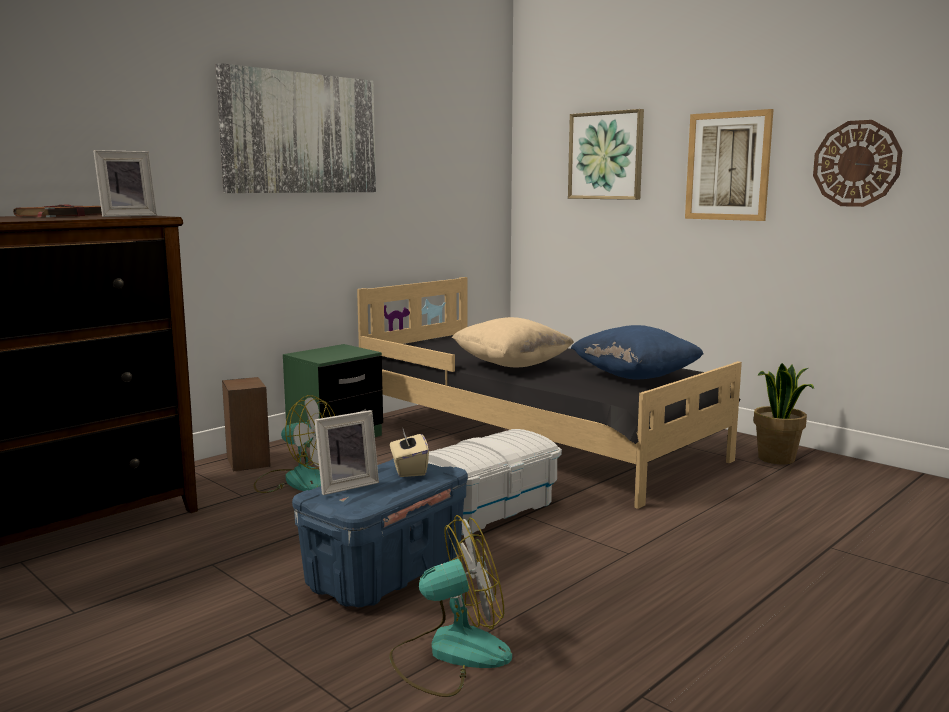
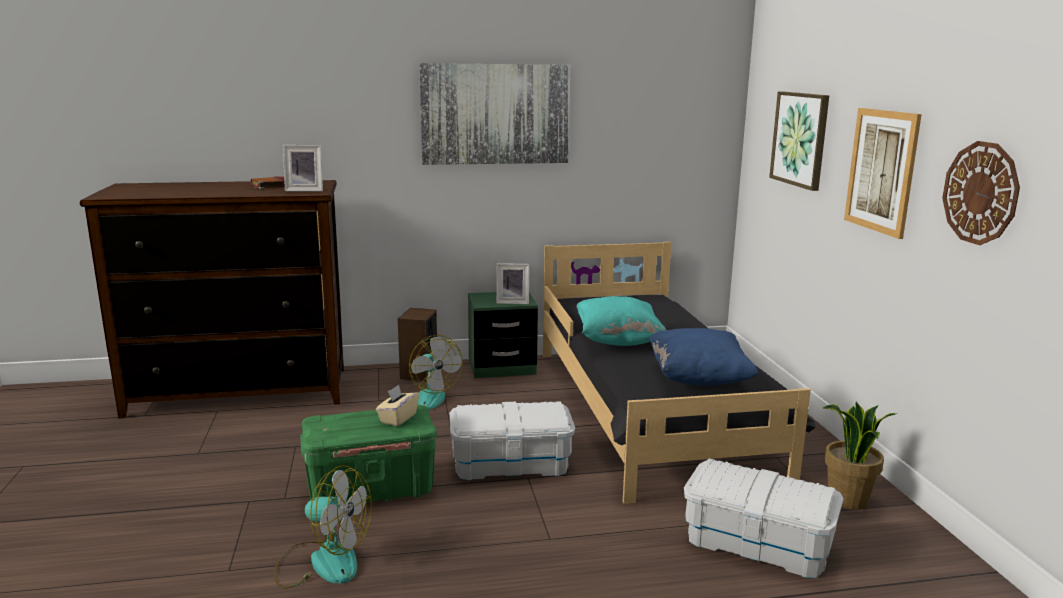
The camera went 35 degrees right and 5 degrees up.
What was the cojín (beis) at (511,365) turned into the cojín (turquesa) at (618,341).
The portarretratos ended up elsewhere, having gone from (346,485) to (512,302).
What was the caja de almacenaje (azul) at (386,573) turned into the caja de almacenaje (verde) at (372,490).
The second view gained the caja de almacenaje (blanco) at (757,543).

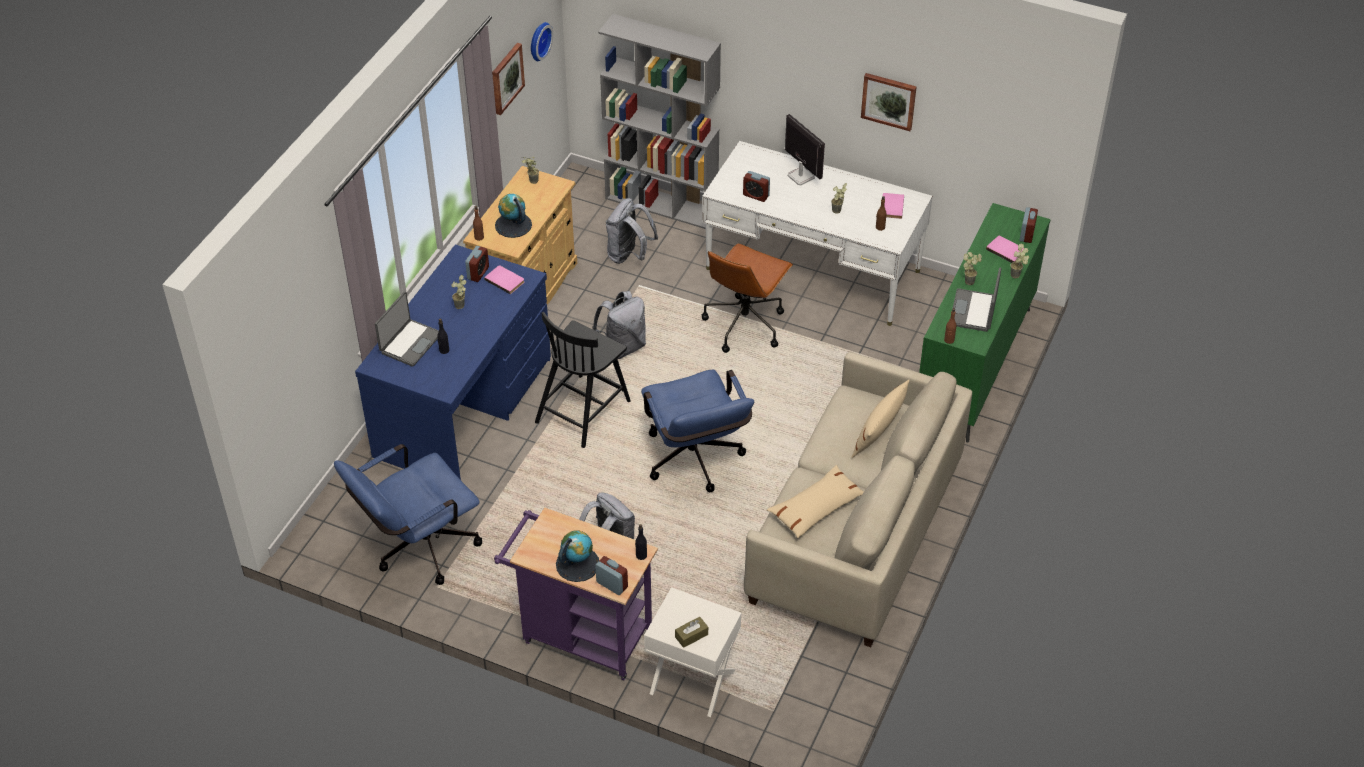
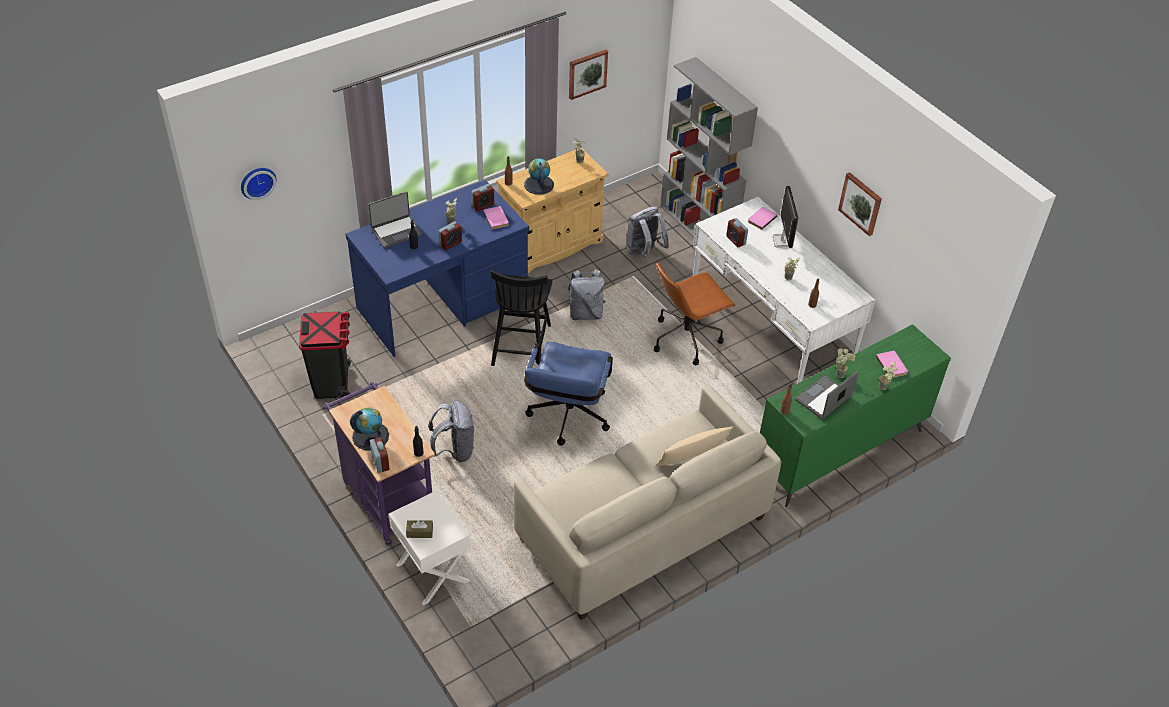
The camera went 30 degrees right and 0 degrees up.
The reloj de pared ended up elsewhere, having gone from (538,40) to (257,181).
The libro (rosa) ended up elsewhere, having gone from (891,207) to (761,218).
The despertador ended up elsewhere, having gone from (1027,234) to (450,244).
The silla (negro) at (583,410) ended up facing another way, 60 degrees counterclockwise from before.
Where the silla de oficina (azul) stood at (418,549), the papelera (negro) came to stand at (332,383).
The second view lost the cojín (beis) at (816,508).

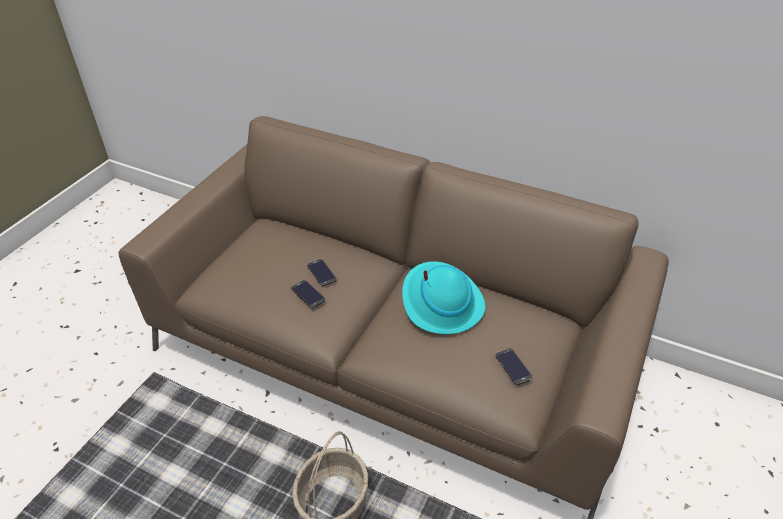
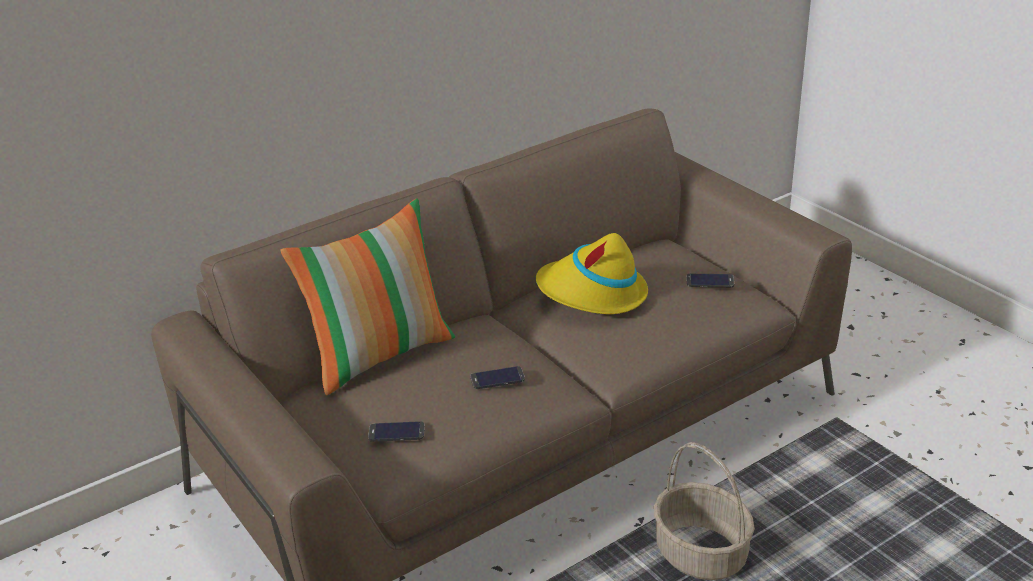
The camera went 60 degrees left and 10 degrees down.
The móvil ended up elsewhere, having gone from (321,272) to (396,432).
What was the sombrero (turquesa) at (440,303) turned into the sombrero (amarillo) at (592,293).
The second view gained the cojín at (380,354).

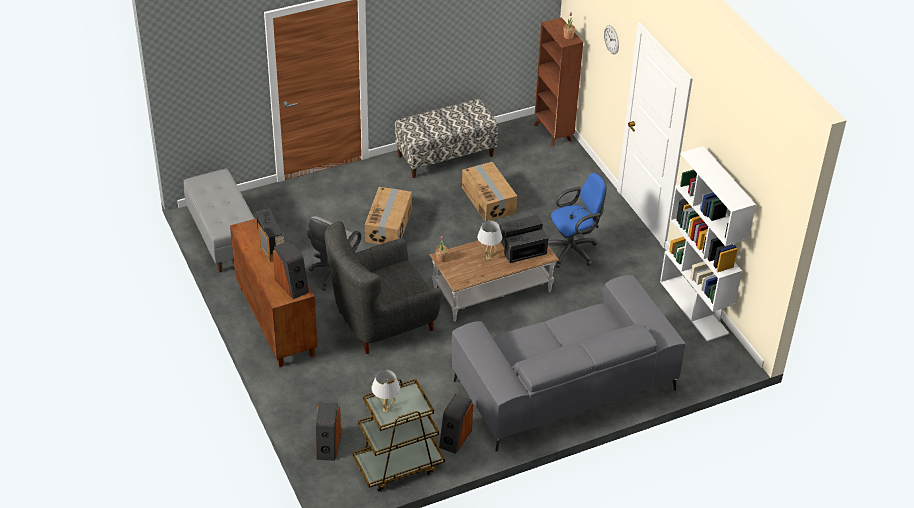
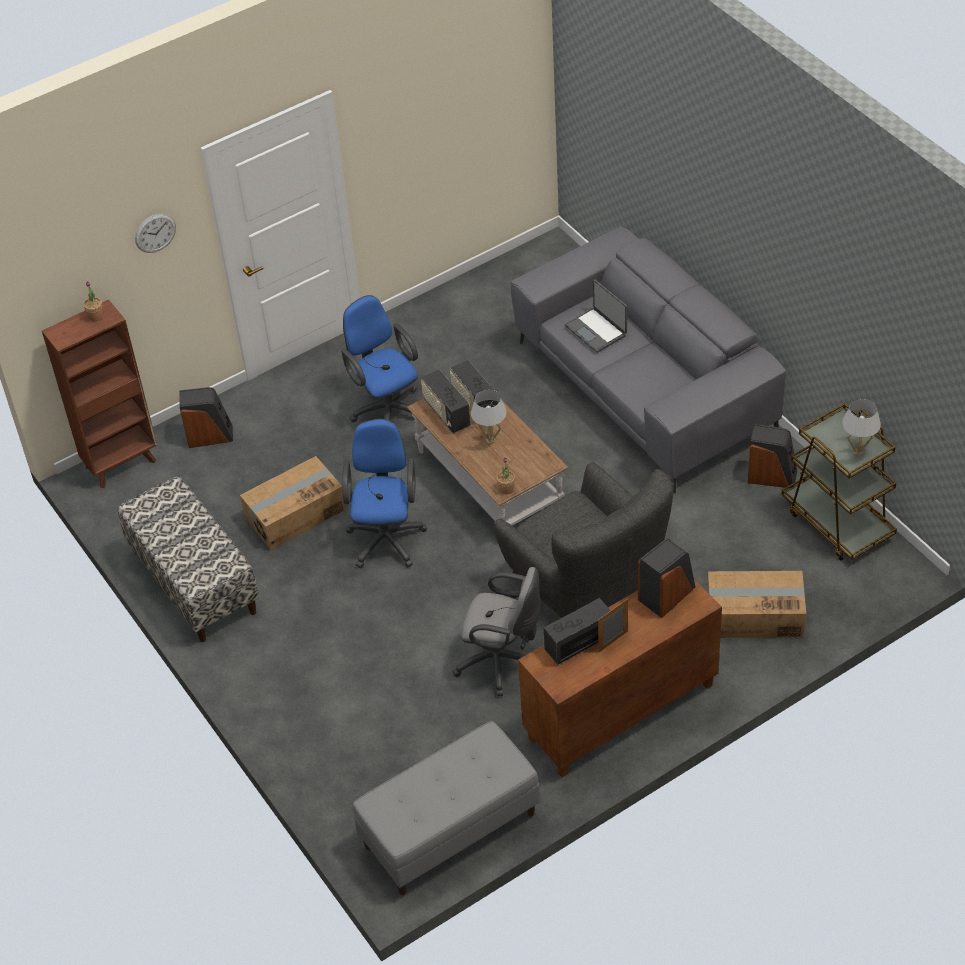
The camera went 95 degrees left and 5 degrees up.
The second view lost the estantería (blanco) at (694,307).
The caja de cartón ended up elsewhere, having gone from (389,225) to (754,615).
The altavoz ended up elsewhere, having gone from (328,446) to (210,435).
The second view gained the portátil at (597,330).
The second view gained the silla de oficina (azul) at (386,536).

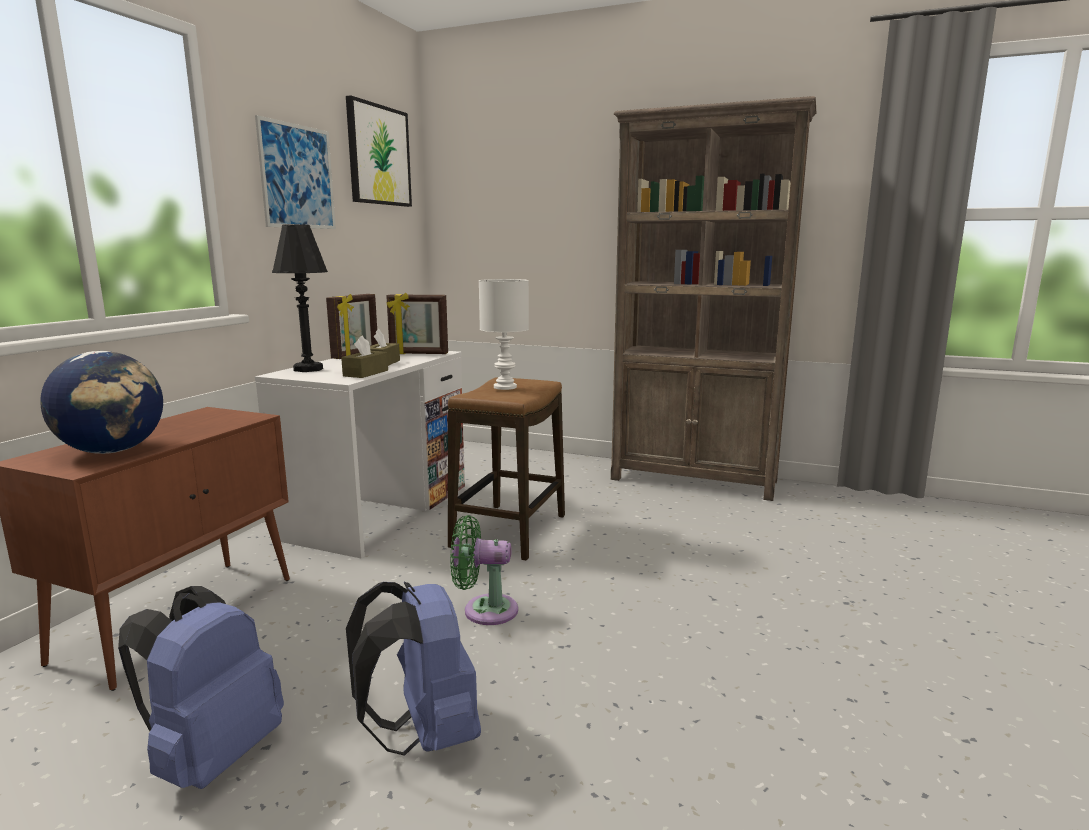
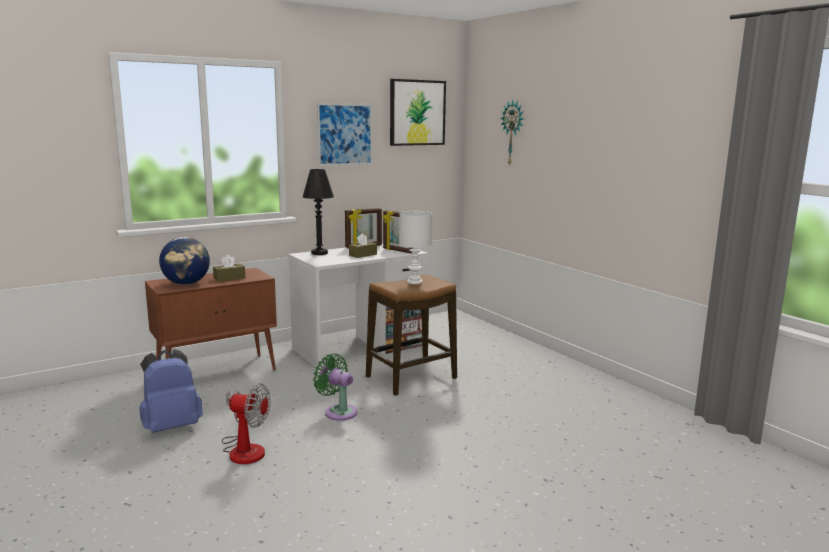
The camera went 35 degrees right and 0 degrees up.
The second view lost the estantería (marrón) at (695,480).
The caja de pañuelos (marrón) ended up elsewhere, having gone from (366,373) to (229,278).
Where the mochila (azul) stood at (423,734), the ventilador came to stand at (244,448).
The second view gained the reloj de pared at (513,133).

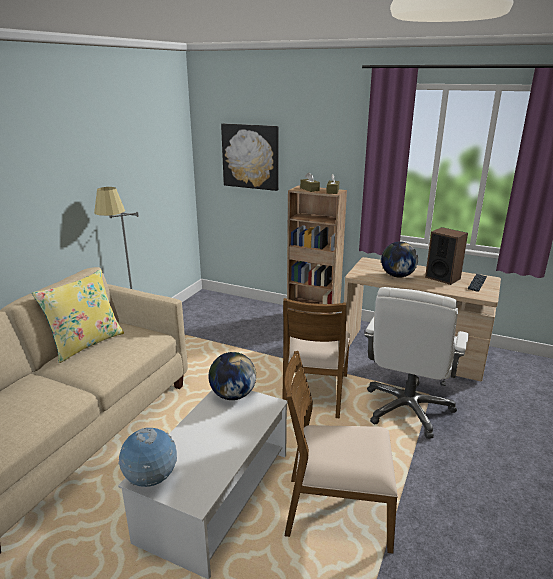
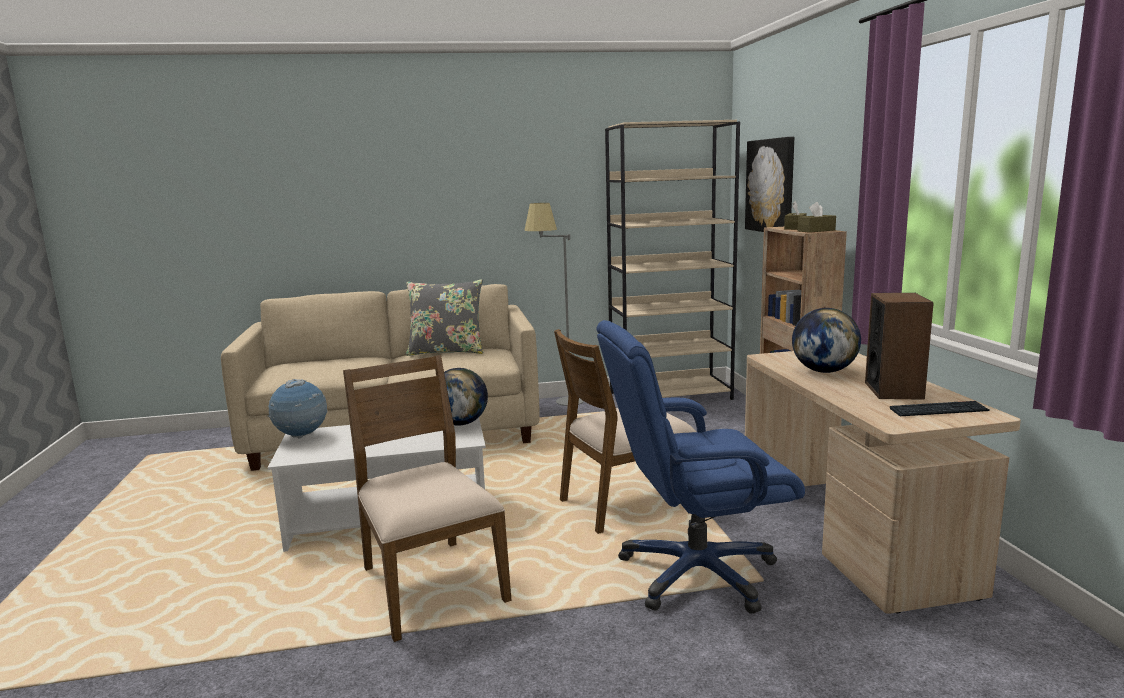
The camera went 55 degrees right and 10 degrees down.
What was the cojín (amarillo) at (86,343) turned into the cojín (gris) at (447,351).
What was the silla de oficina (blanco) at (407,409) turned into the silla de oficina (azul) at (695,573).
The second view gained the estantería (beis) at (671,396).

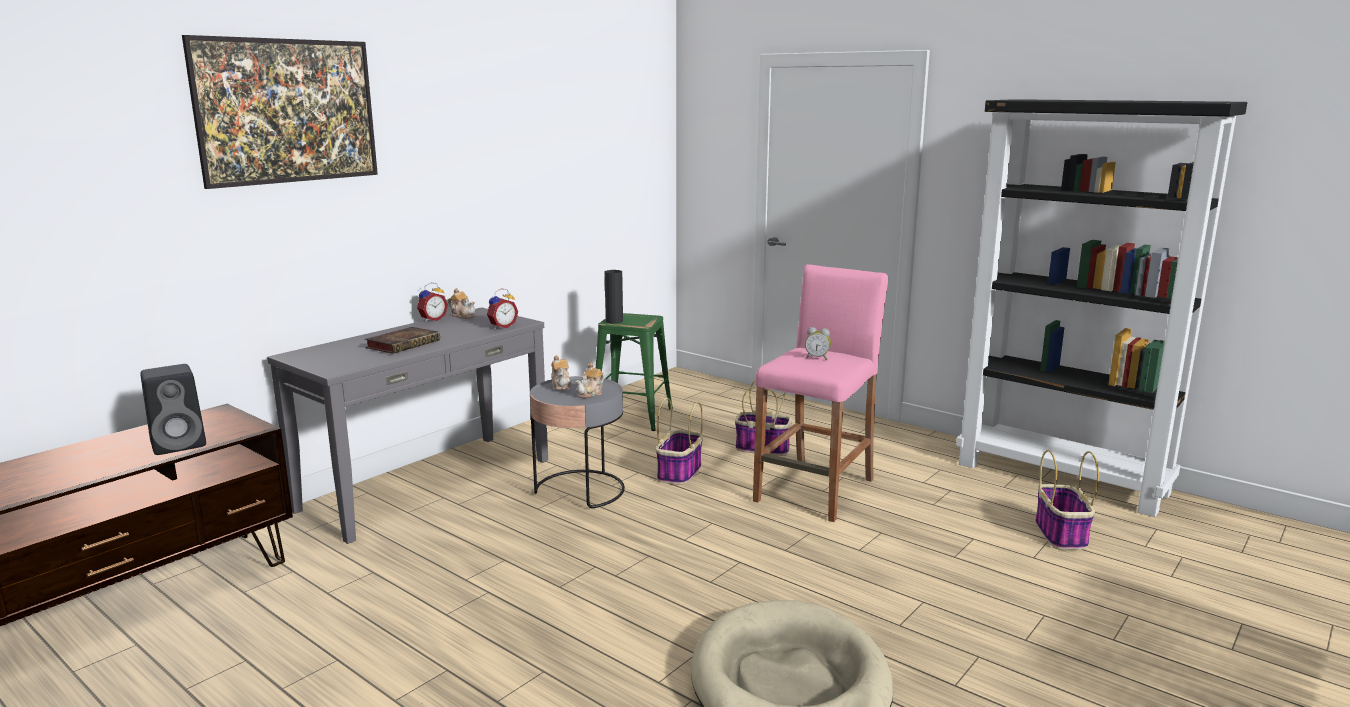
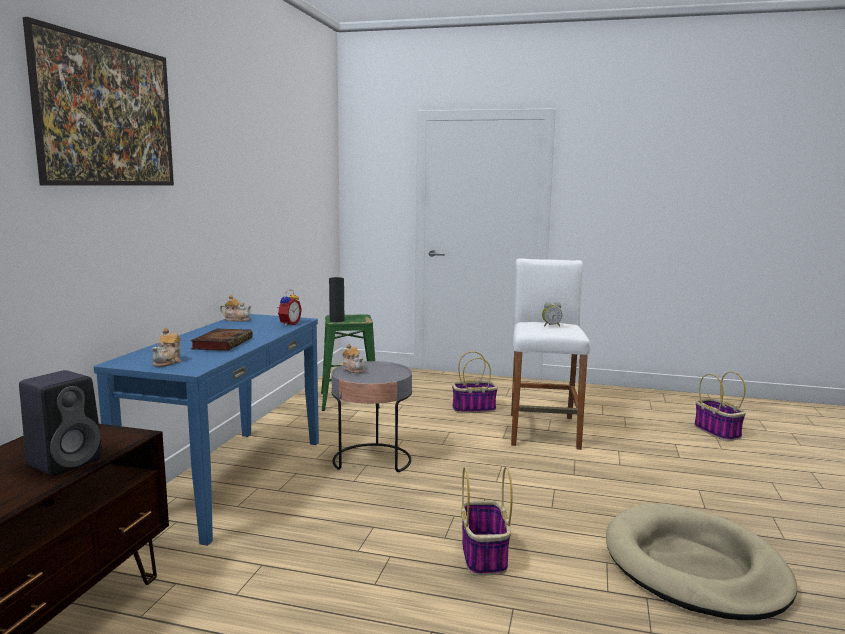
The camera went 25 degrees left and 5 degrees down.
The second view lost the estantería (negro) at (1063,478).
What was the taburete (rosa) at (815,490) turned into the taburete (blanco) at (543,431).
The second view lost the despertador at (432,319).
What was the mesa consola (gris) at (426,484) turned into the mesa consola (azul) at (229,479).
The tetera ended up elsewhere, having gone from (590,394) to (168,362).
The cesta ended up elsewhere, having gone from (679,473) to (484,556).

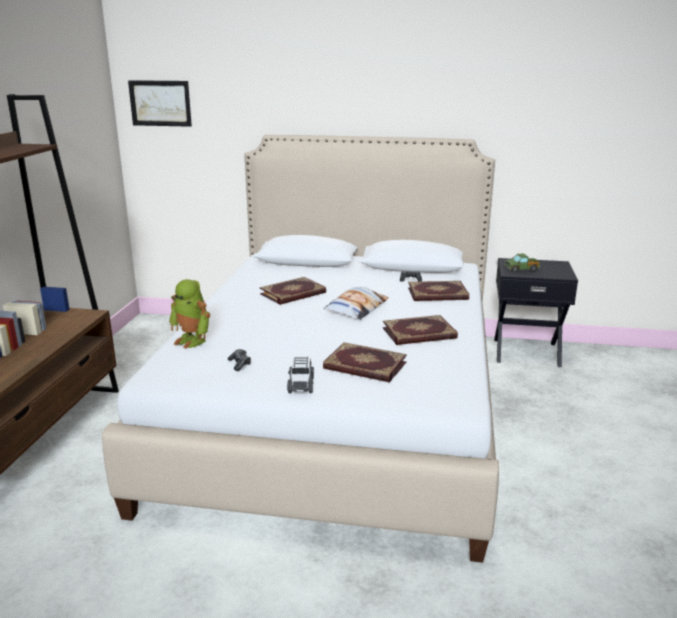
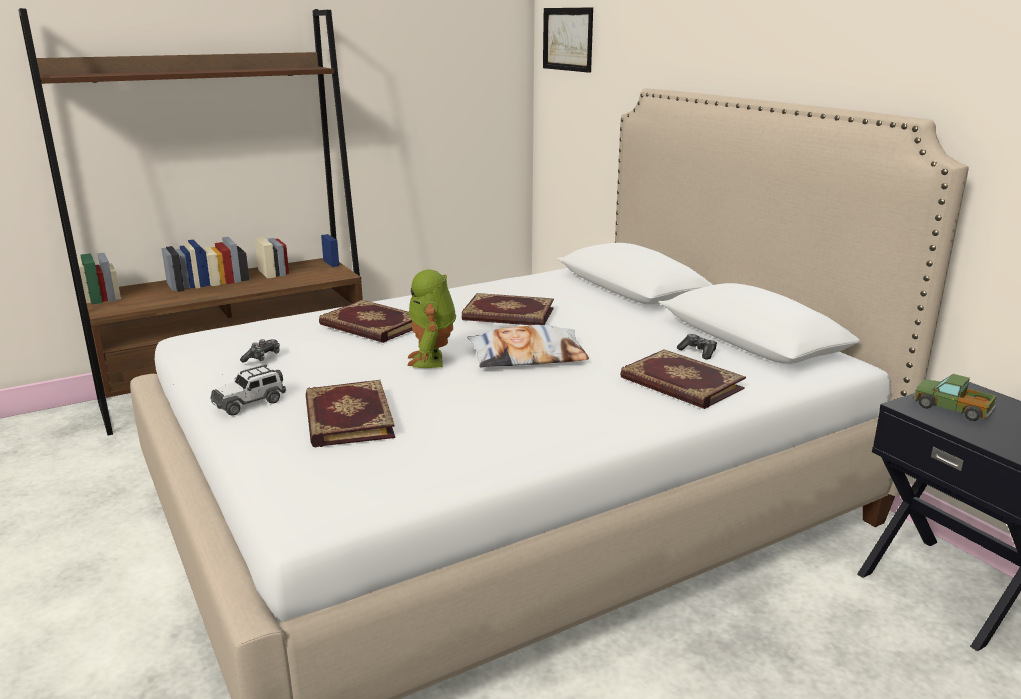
The camera went 50 degrees right and 0 degrees up.
The robot de juguete ended up elsewhere, having gone from (192,340) to (432,360).
The libro ended up elsewhere, having gone from (419,334) to (370,326).

